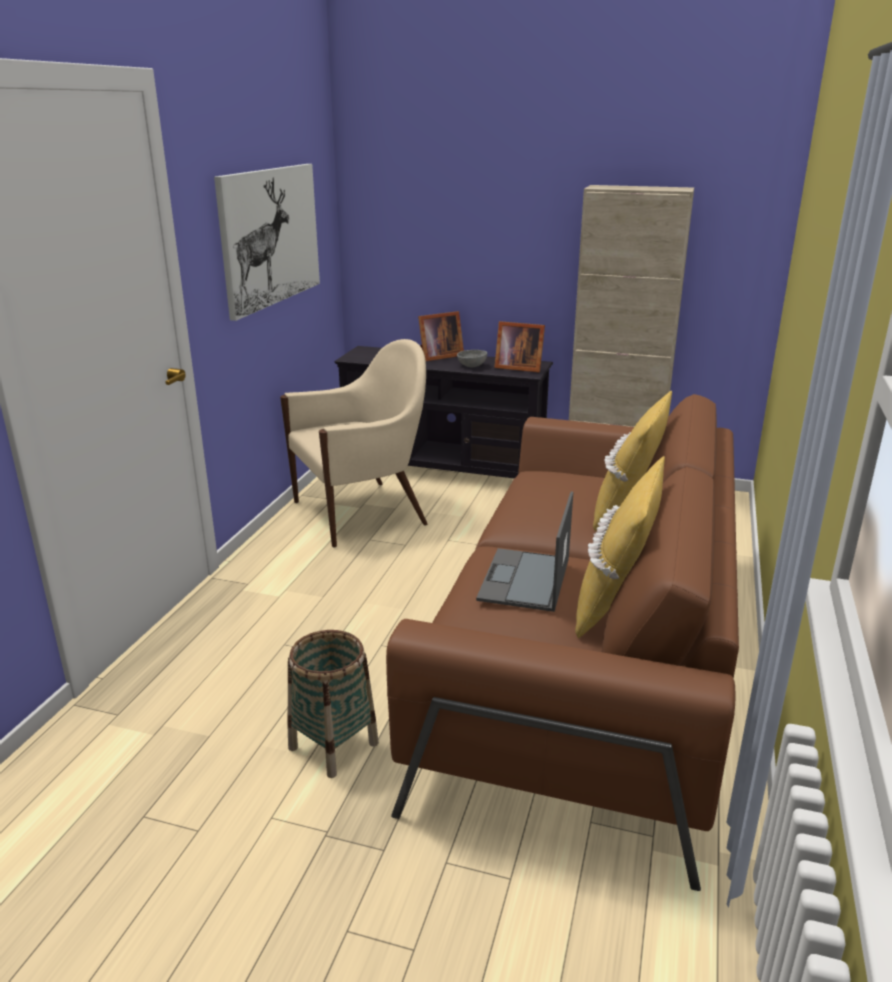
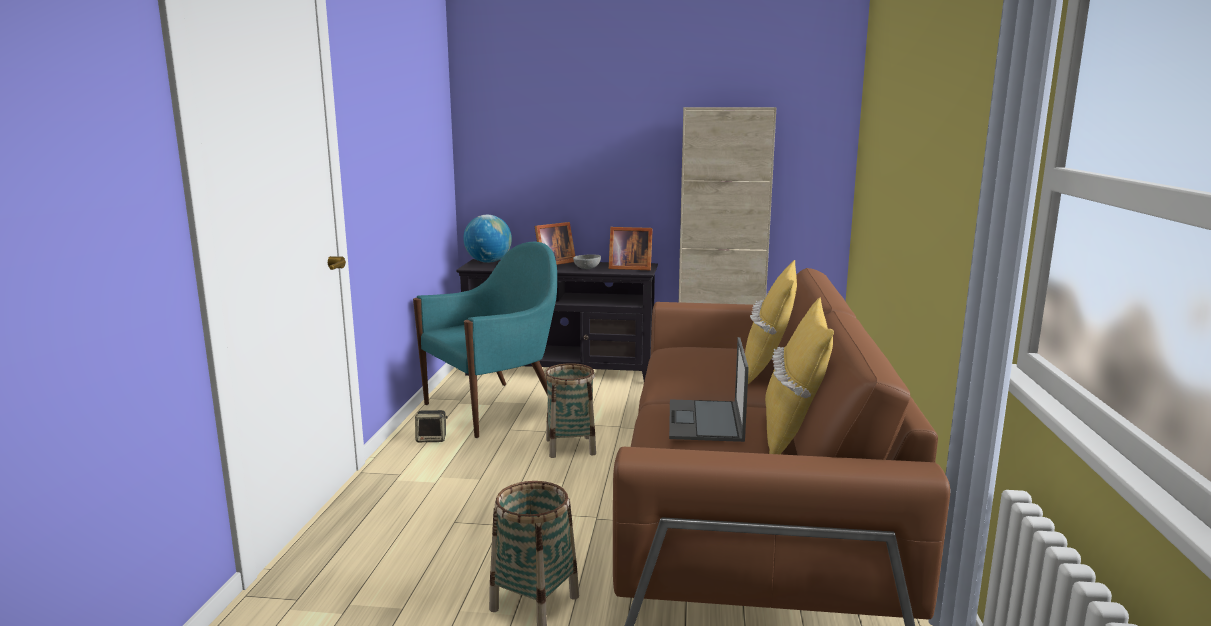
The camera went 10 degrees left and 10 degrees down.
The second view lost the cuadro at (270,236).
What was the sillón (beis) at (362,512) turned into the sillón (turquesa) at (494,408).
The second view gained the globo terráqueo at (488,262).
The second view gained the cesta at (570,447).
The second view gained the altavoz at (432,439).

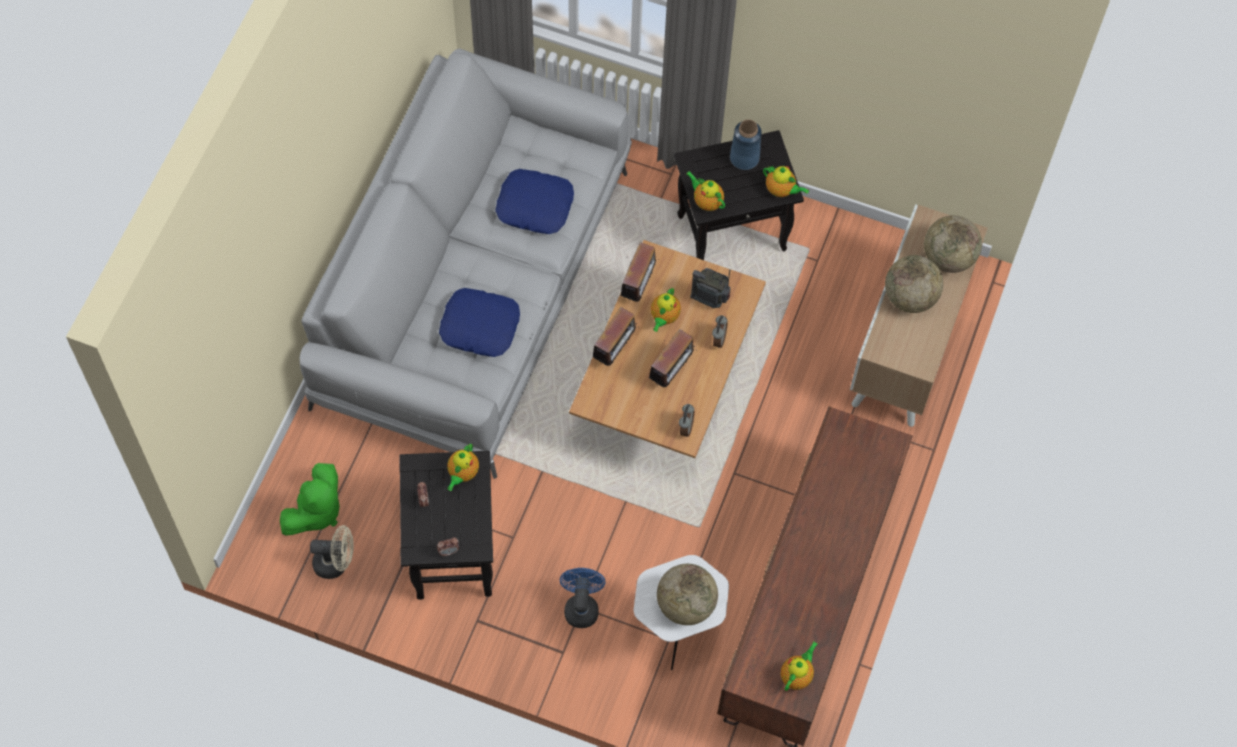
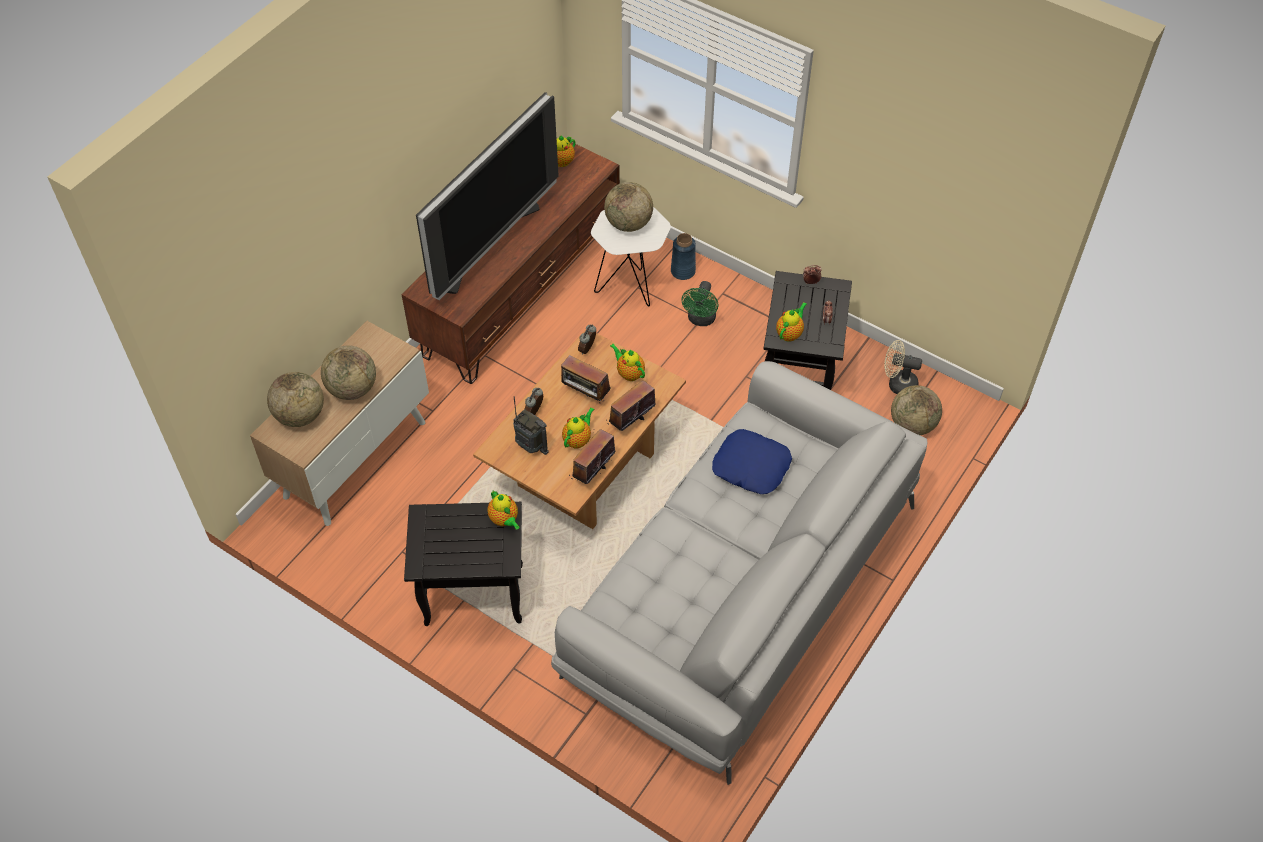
The camera went 165 degrees left and 10 degrees down.
The florero (azul) ended up elsewhere, having gone from (744,158) to (683,271).
The tetera ended up elsewhere, having gone from (781,190) to (629,373).
The second view lost the cojín (azul) at (535,205).
The radio at (671,370) ended up facing another way, 105 degrees counterclockwise from before.
Where the peluche (verde) stood at (315,512), the globo terráqueo came to stand at (912,425).
What was the ventilador (azul) at (581,606) turned into the ventilador (verde) at (700,320).
The second view gained the televisor at (488,244).

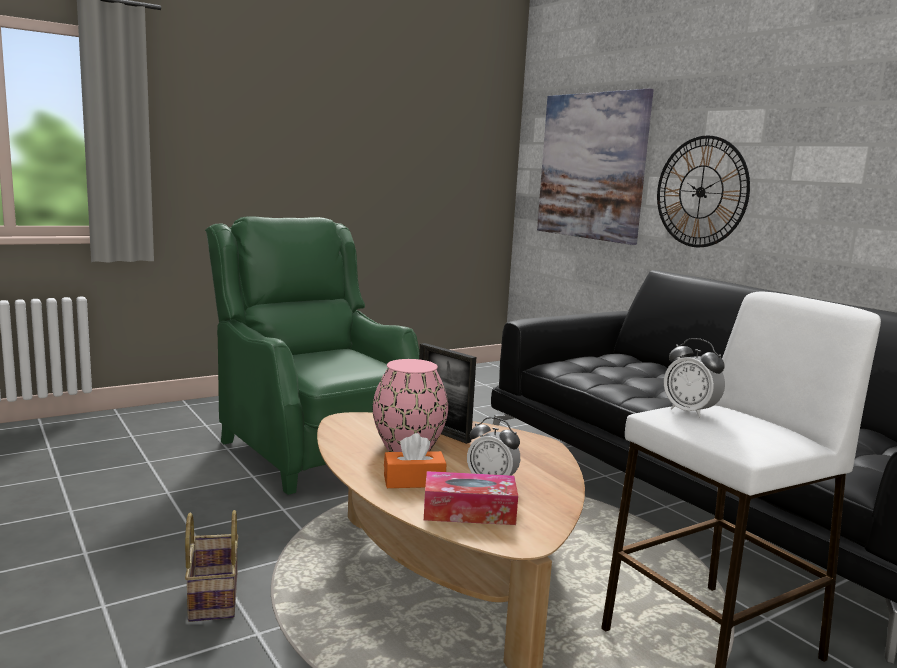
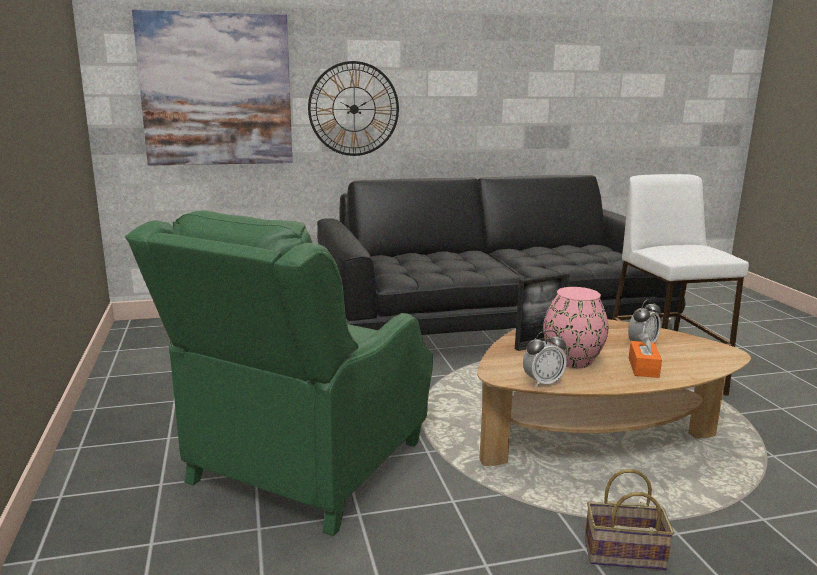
The camera went 70 degrees left and 5 degrees up.
The sillón (verde) at (314,450) ended up facing another way, 45 degrees counterclockwise from before.
The despertador ended up elsewhere, having gone from (690,412) to (542,382).
The second view lost the caja de pañuelos at (469,511).

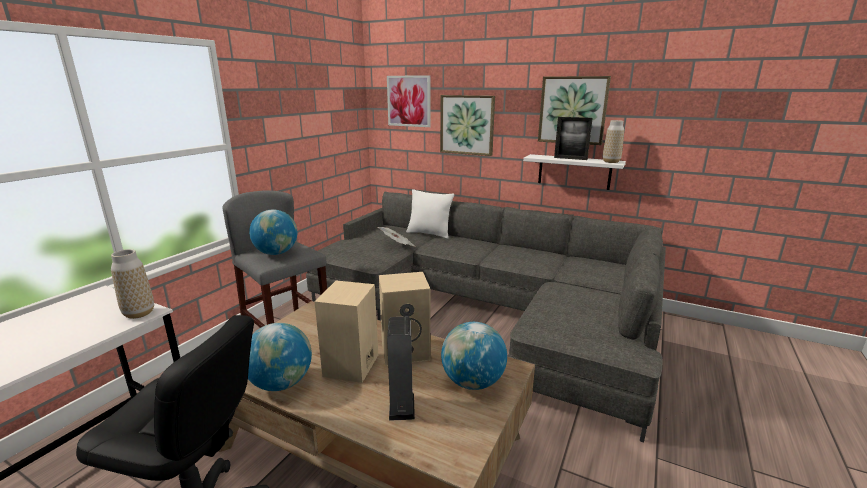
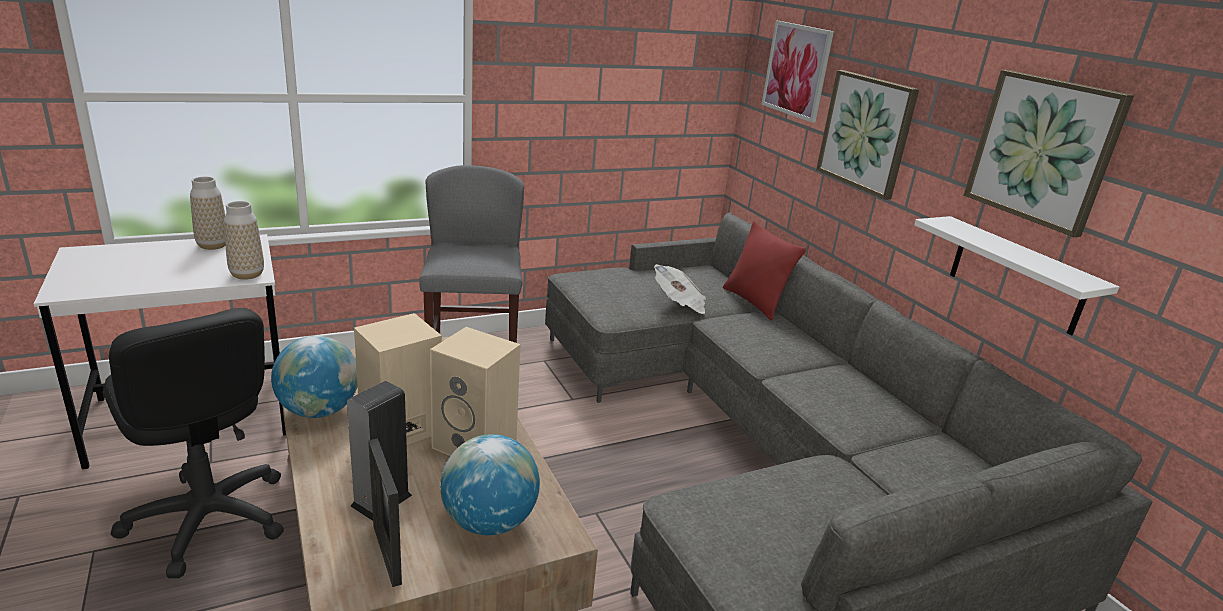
The camera went 35 degrees right and 5 degrees up.
The portarretratos ended up elsewhere, having gone from (570,158) to (387,554).
The florero ended up elsewhere, having gone from (611,162) to (213,246).
What was the cojín (blanco) at (429,233) turned into the cojín (rojo) at (754,302).
The second view lost the globo terráqueo at (276,253).

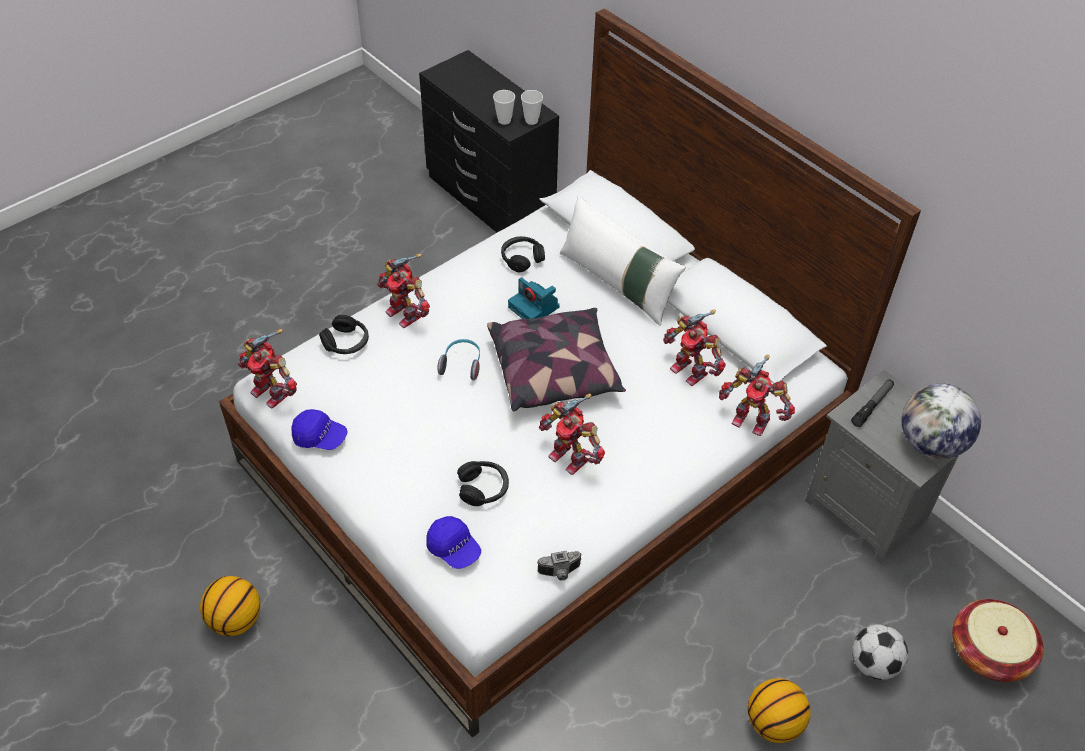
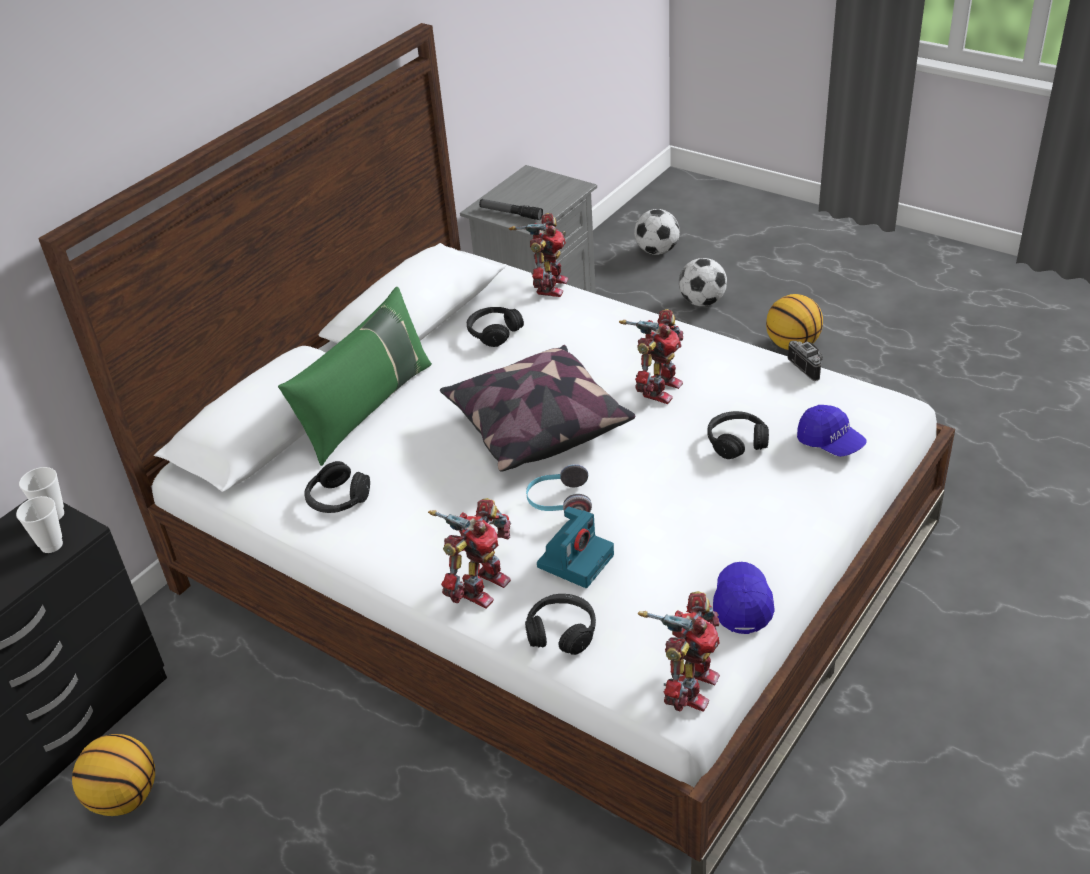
The camera went 100 degrees left and 10 degrees down.
What was the cojín (blanco) at (617,283) turned into the cojín (verde) at (367,408).
The cámara ended up elsewhere, having gone from (535,307) to (576,559).
Where the robot de juguete stood at (690,370), the auriculares (negro) came to stand at (494,332).
The second view lost the globo terráqueo at (930,444).
The gorra (azul) at (454,548) ended up facing another way, 105 degrees clockwise from before.
The balón de baloncesto ended up elsewhere, having gone from (235,620) to (125,798).
Where the cesta stood at (989,652), the balón de fútbol came to stand at (657,251).

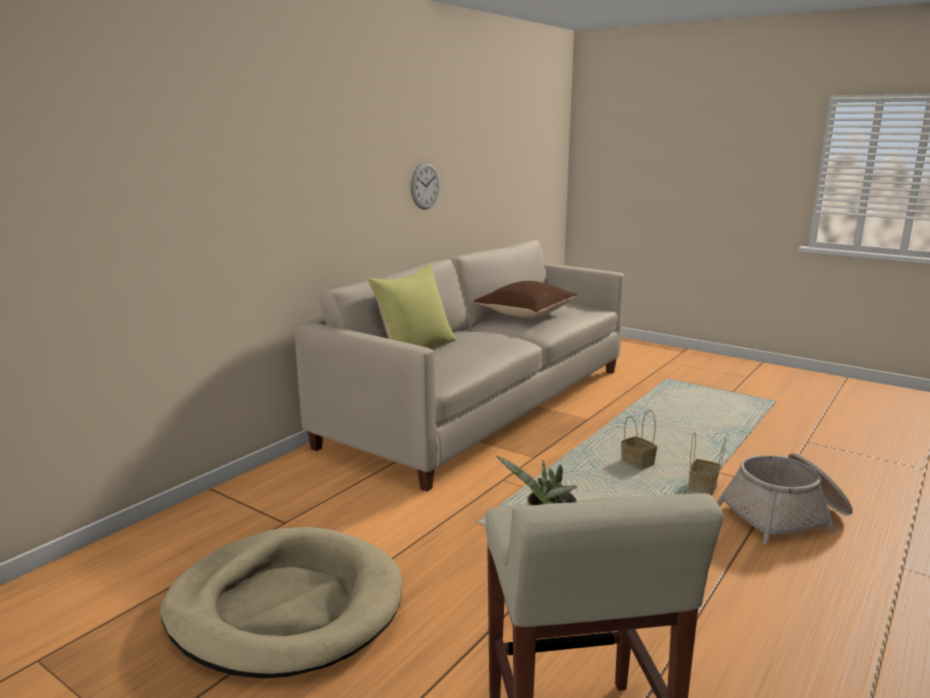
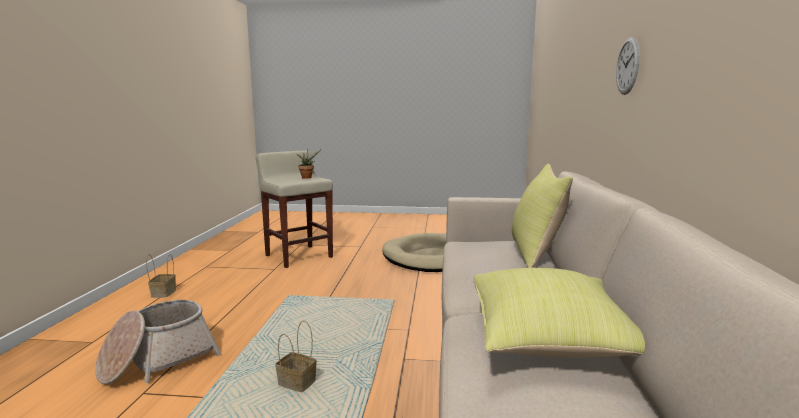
The camera went 150 degrees right and 5 degrees down.
The reloj de pared ended up elsewhere, having gone from (425,186) to (628,66).
What was the cojín (marrón) at (526,315) turned into the cojín (amarillo) at (551,342).
The cesta ended up elsewhere, having gone from (703,488) to (163,293).

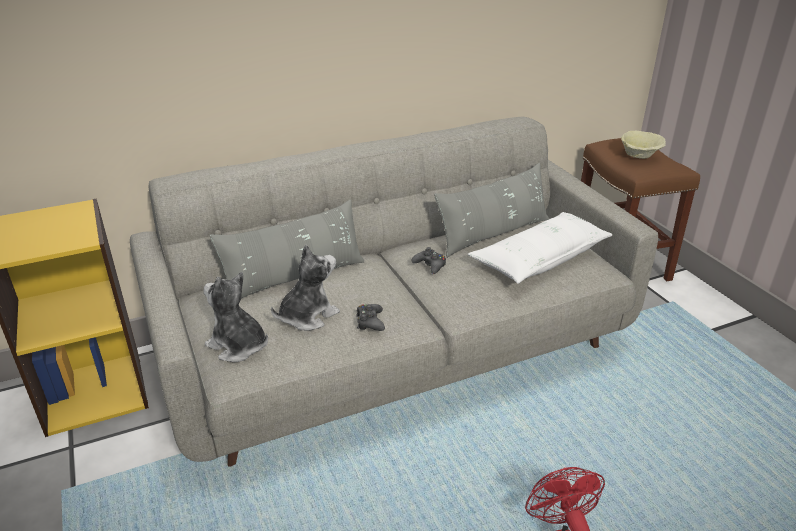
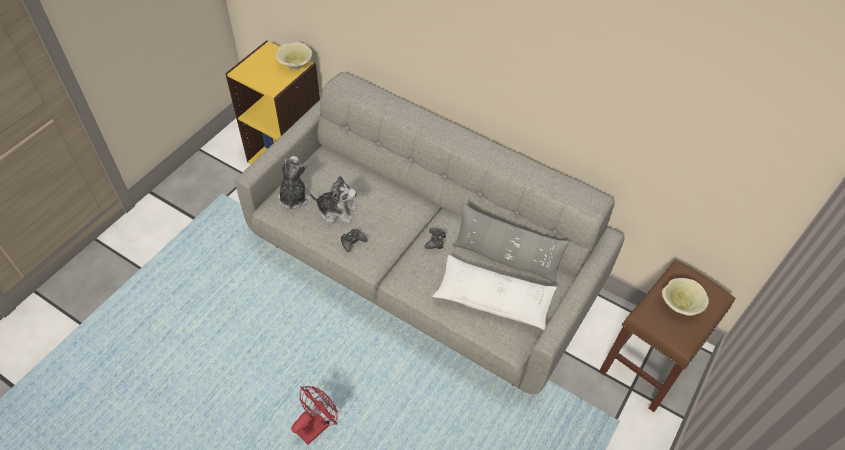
The camera went 55 degrees right and 20 degrees up.
The second view lost the cojín (gris) at (295,278).
The second view gained the cuenco (beis) at (294,65).

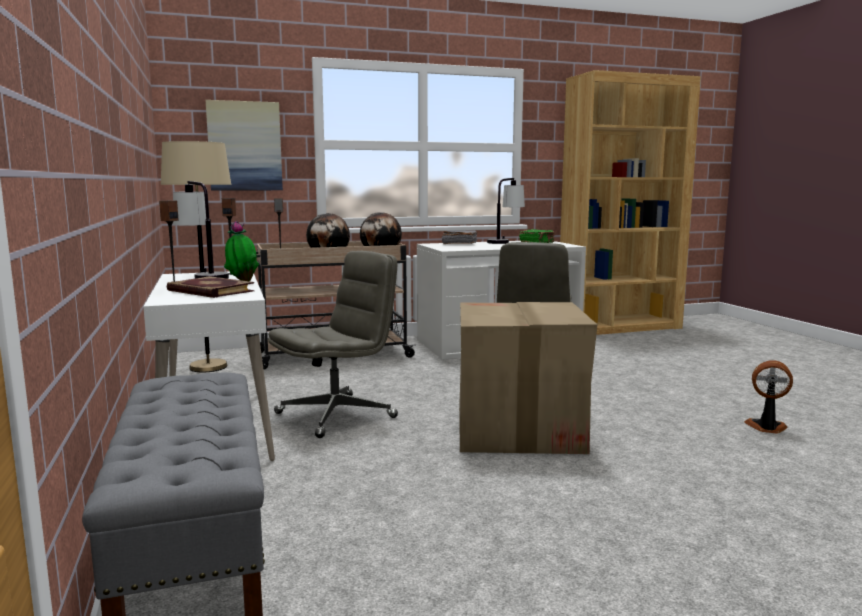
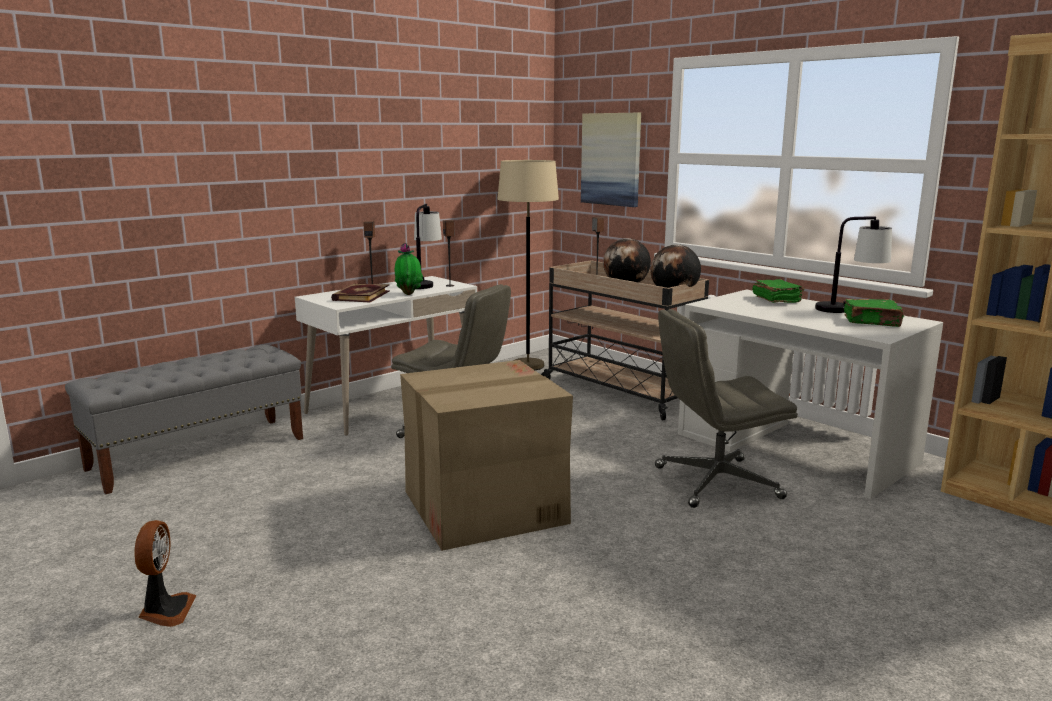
The camera went 65 degrees right and 5 degrees up.
What was the libro (gris) at (459,244) turned into the libro (verde) at (776,300).
The ventilador ended up elsewhere, having gone from (766,428) to (165,611).

